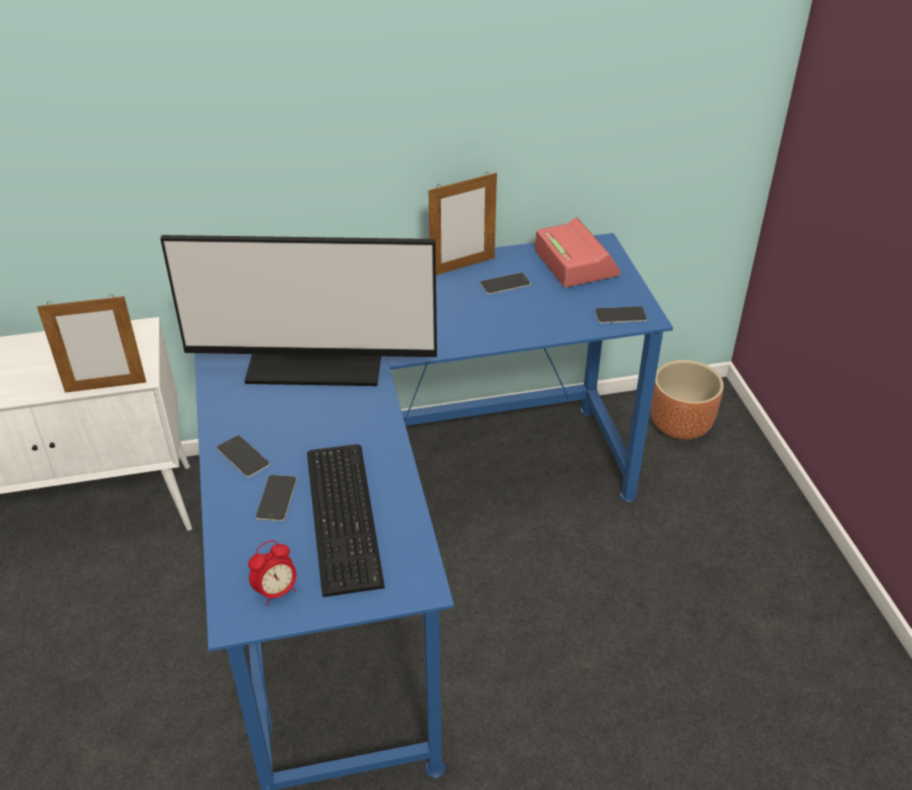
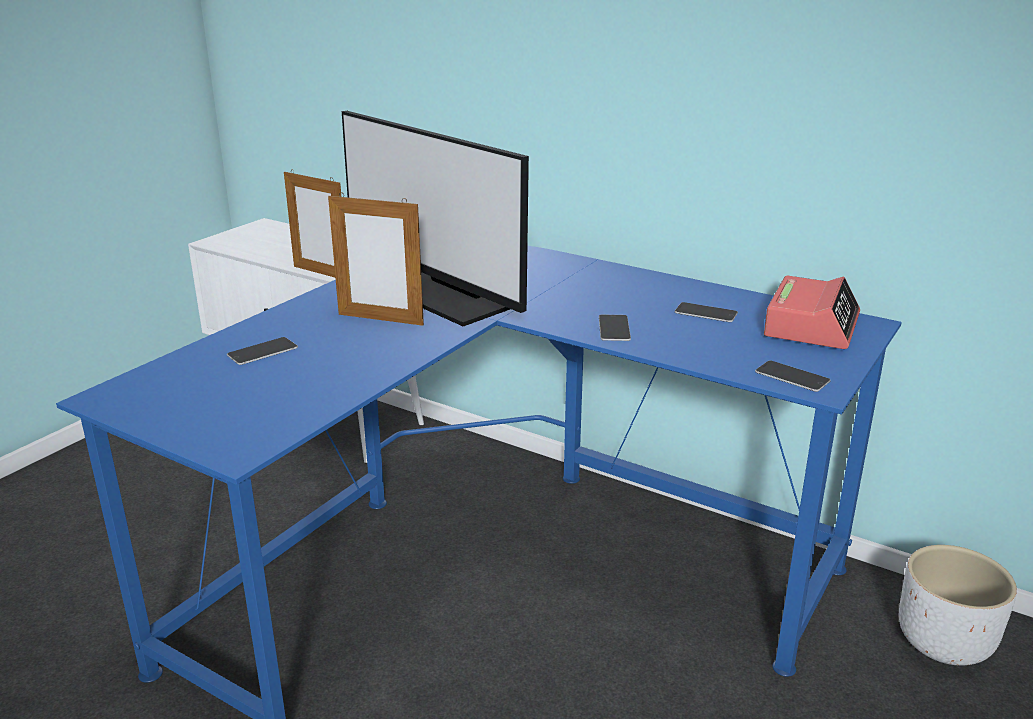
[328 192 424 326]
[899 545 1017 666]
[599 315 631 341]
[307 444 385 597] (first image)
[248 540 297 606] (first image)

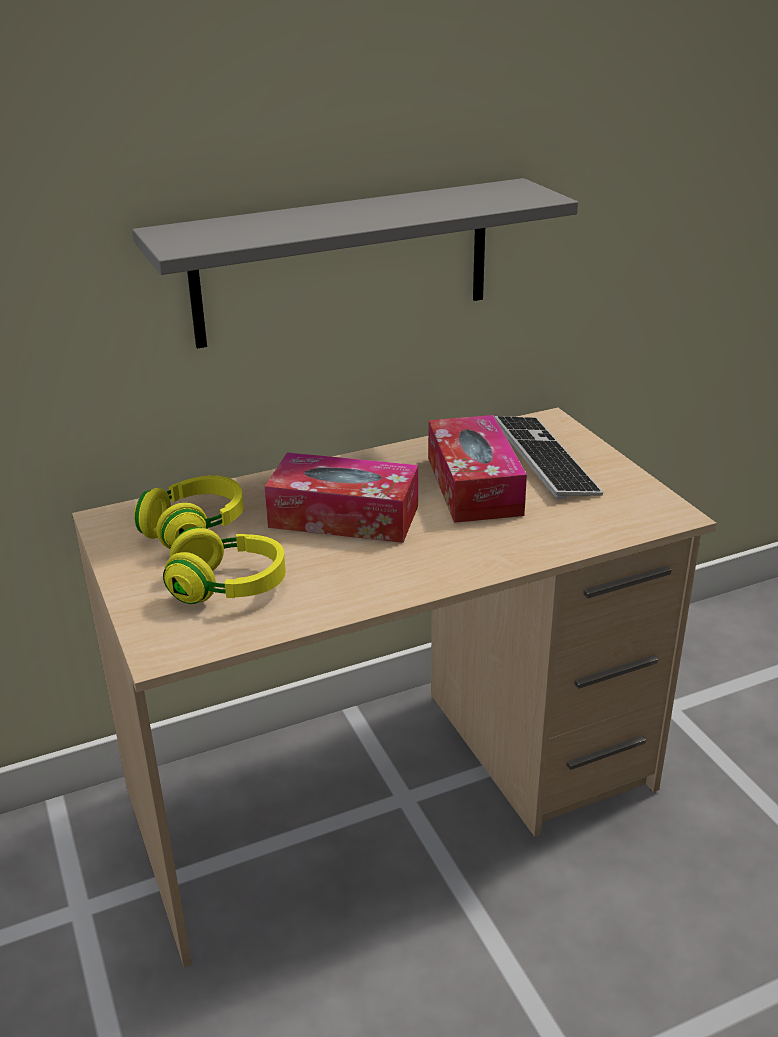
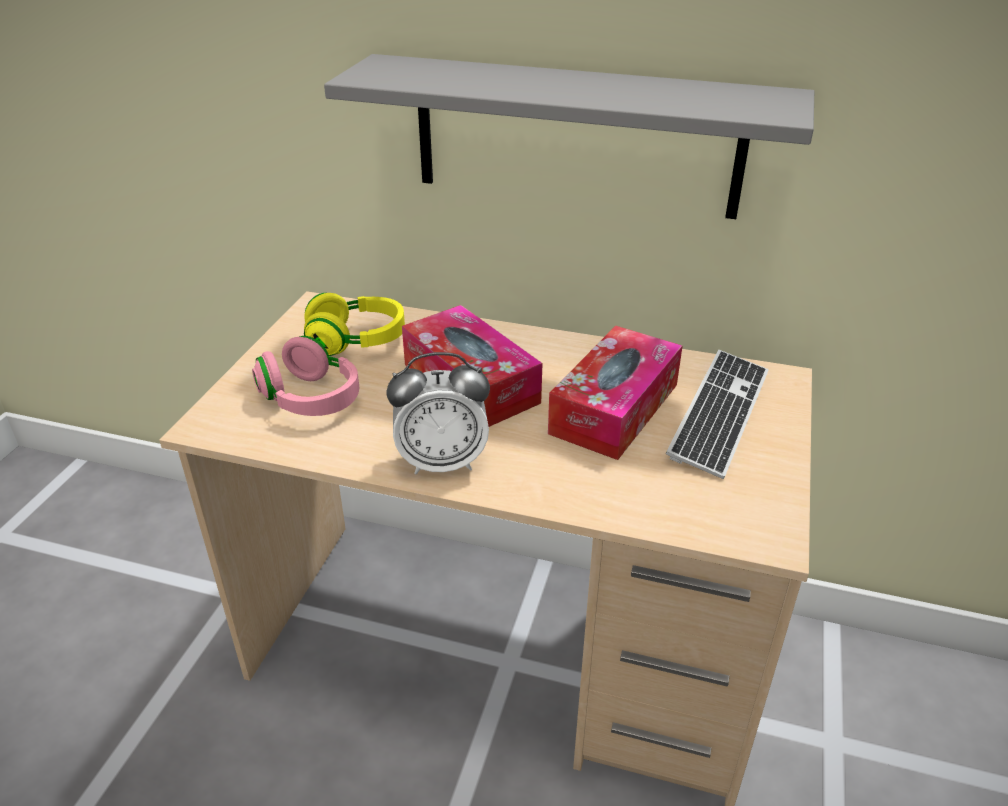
[252 336 359 416]
[386 352 490 475]

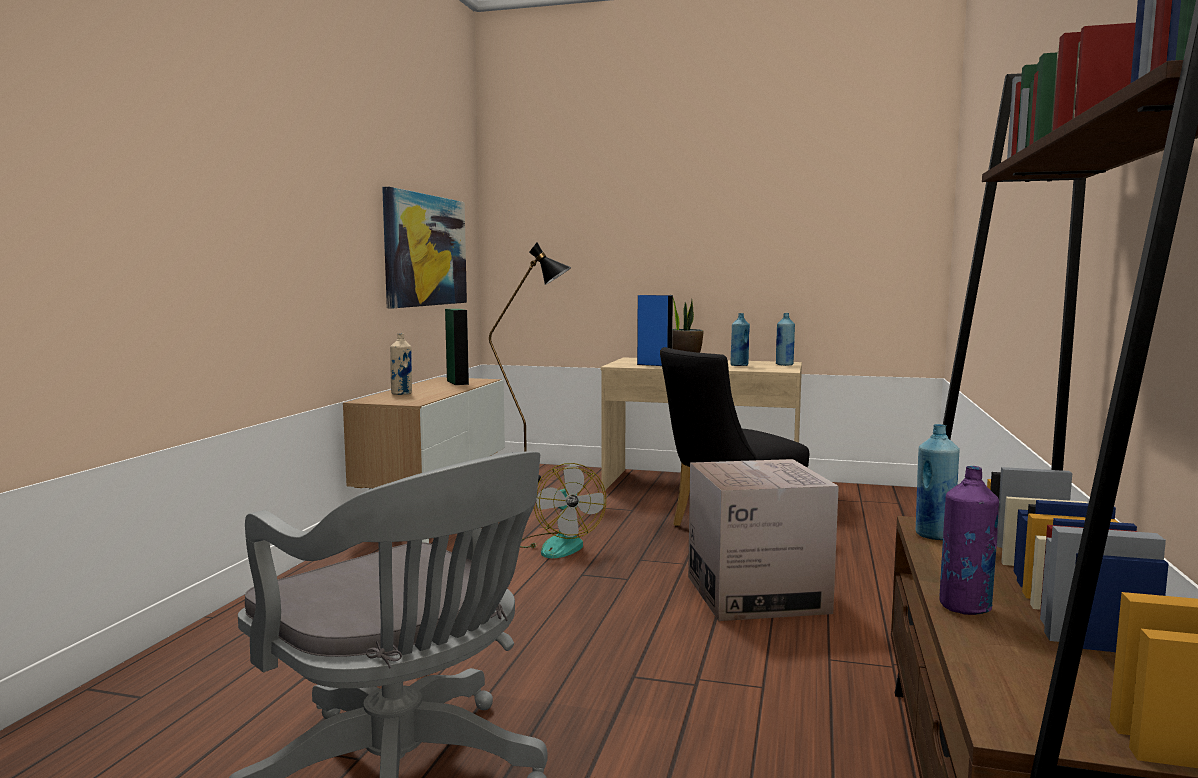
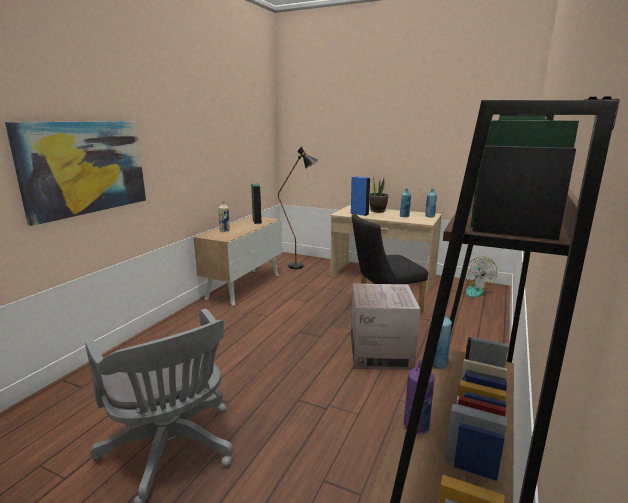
[5 121 146 226]
[451 256 497 298]

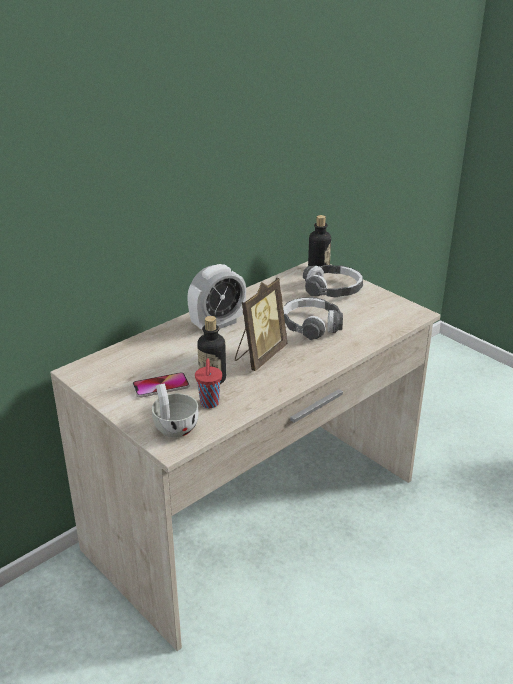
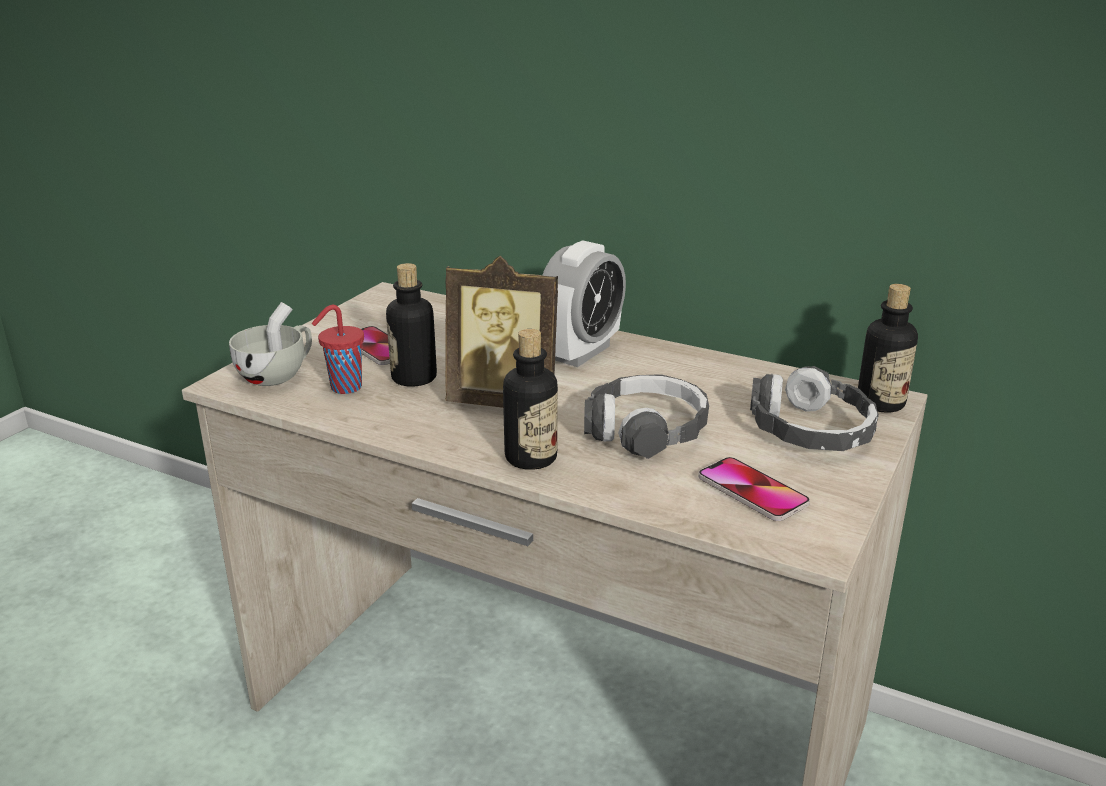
[543 240 626 367]
[503 329 558 470]
[698 457 810 521]

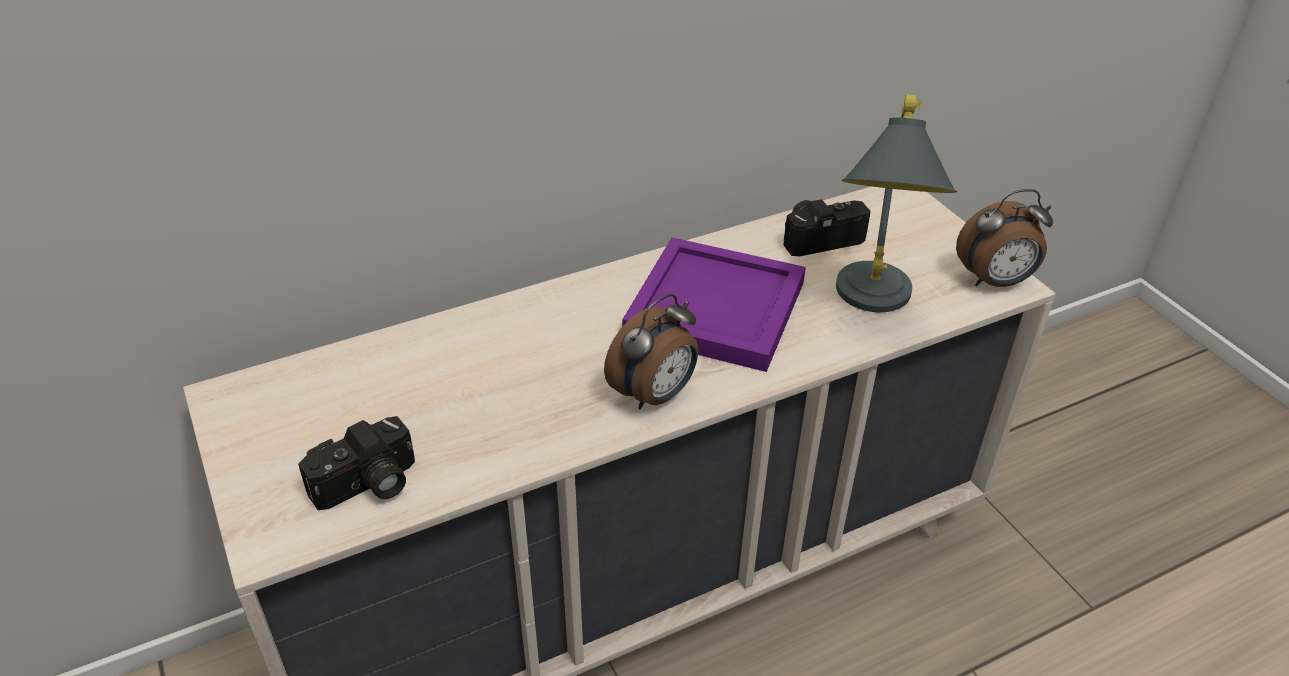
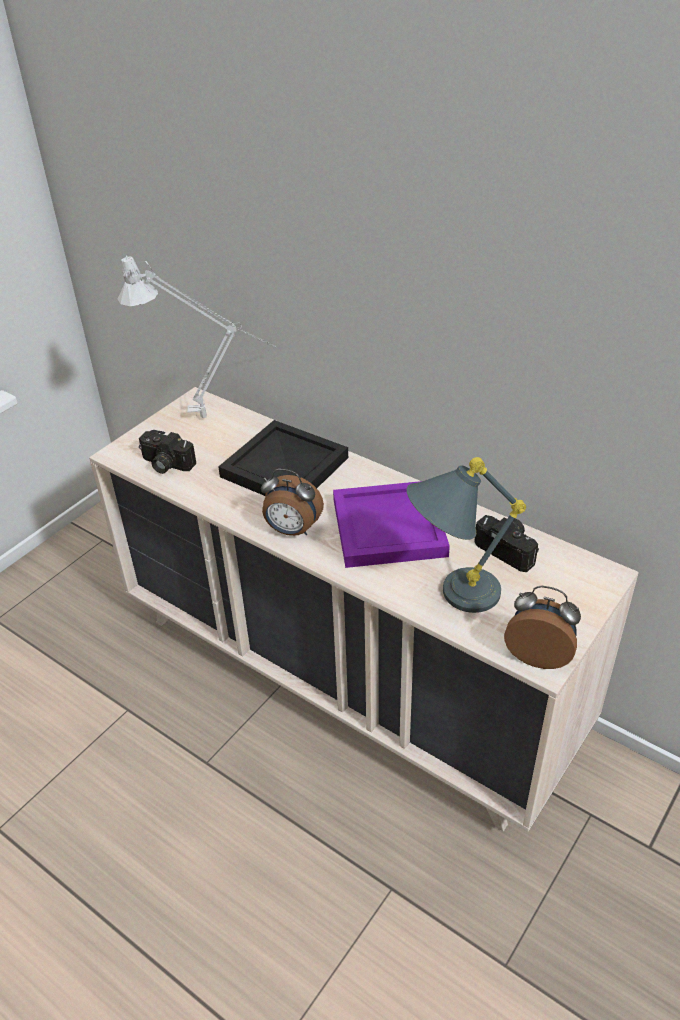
[504 586 581 669]
[118 255 277 418]
[218 420 348 496]

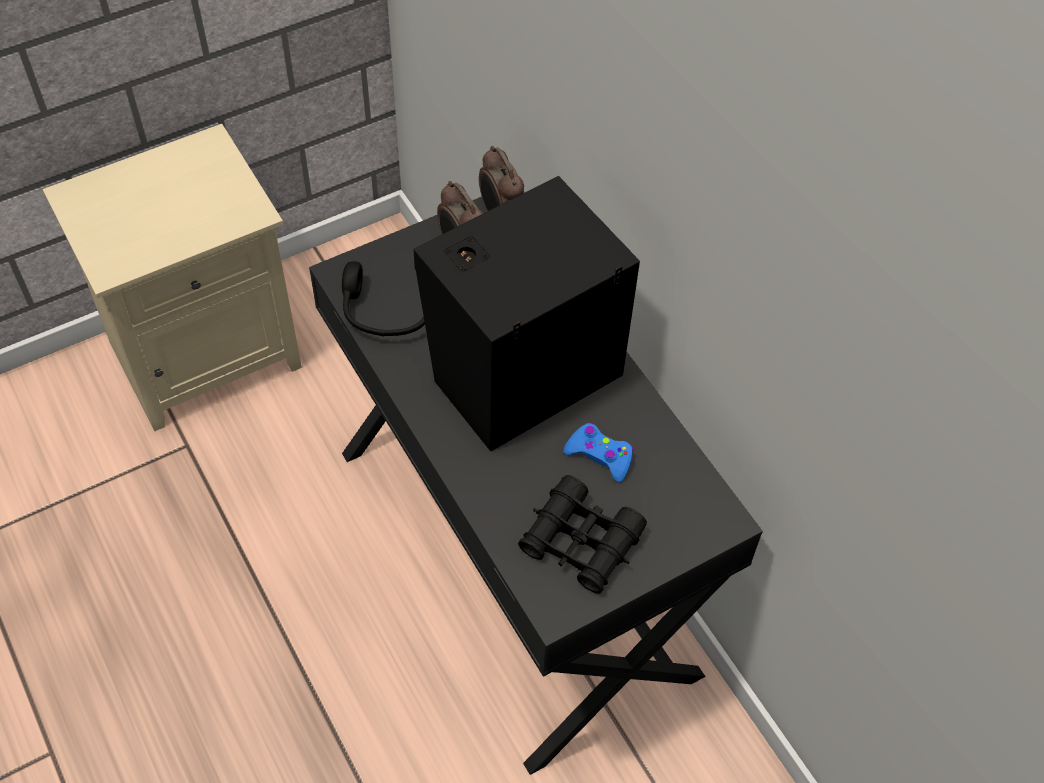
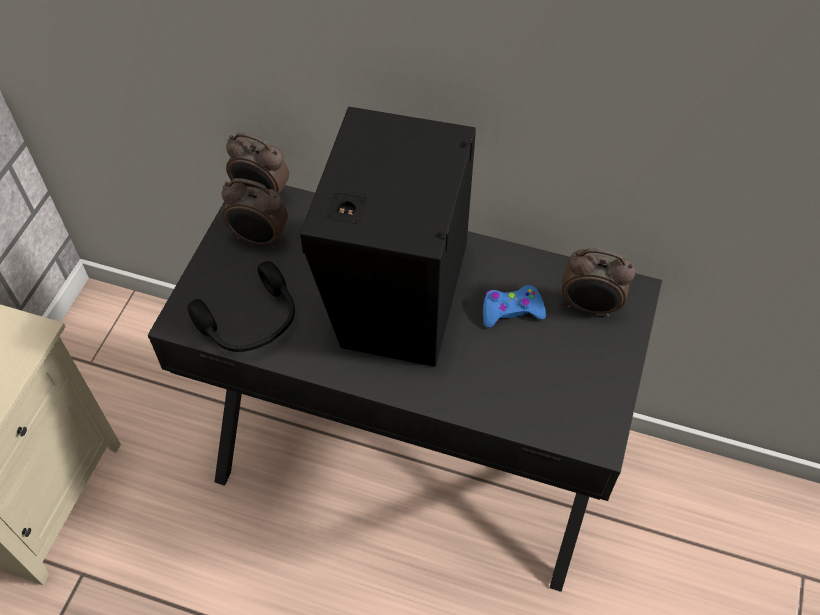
[518 475 647 594] (first image)
[562 248 635 317]

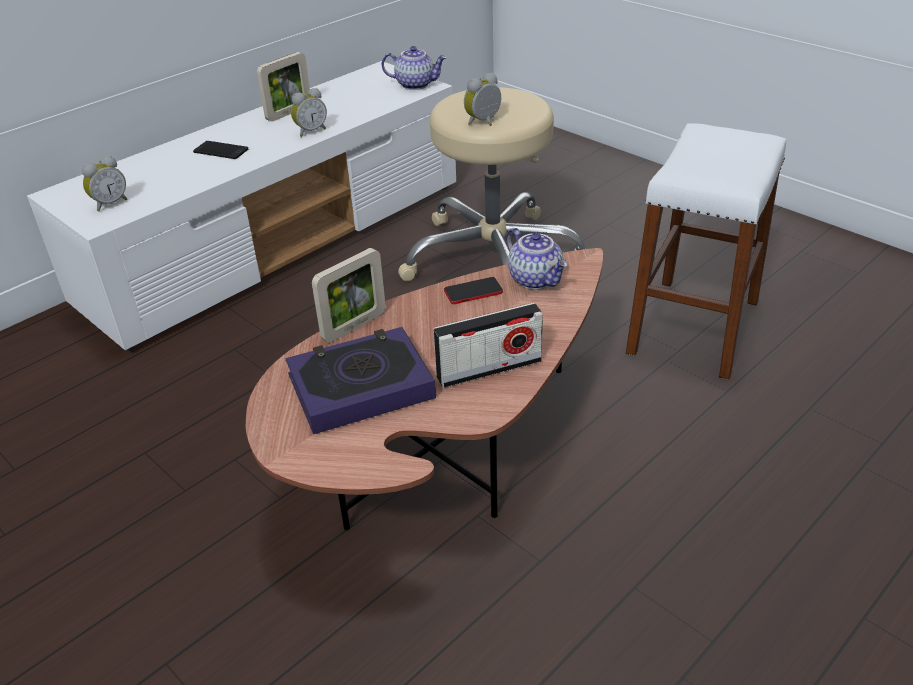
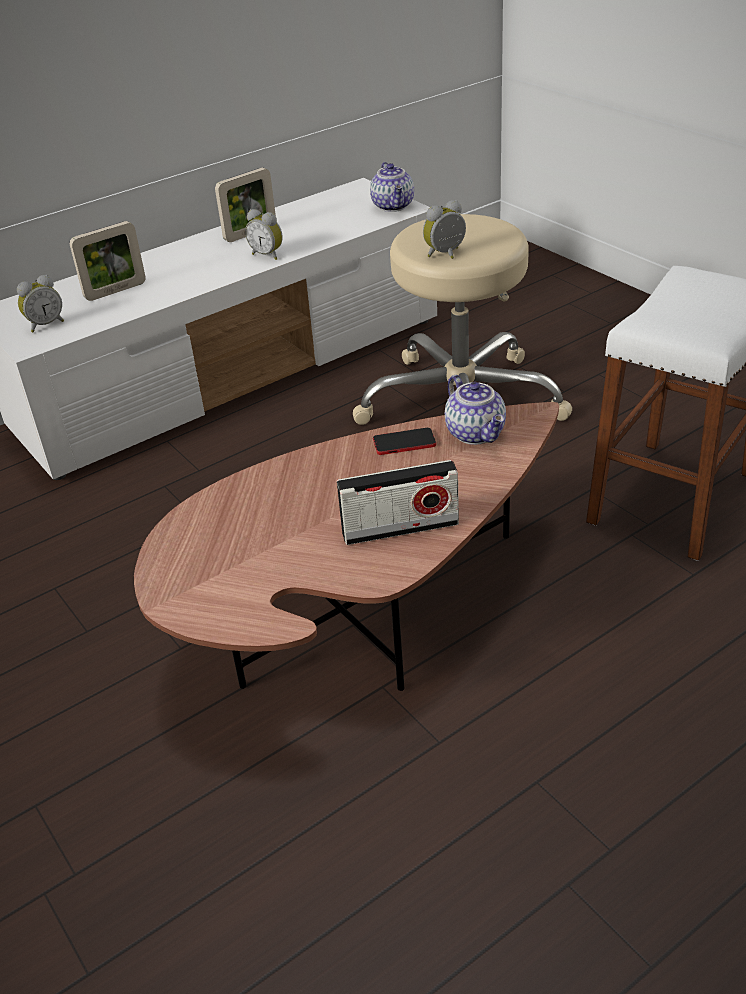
[370 162 414 212]
[245 209 283 260]
[193 141 248 159] (first image)
[70 221 146 301]
[285 327 436 434] (first image)

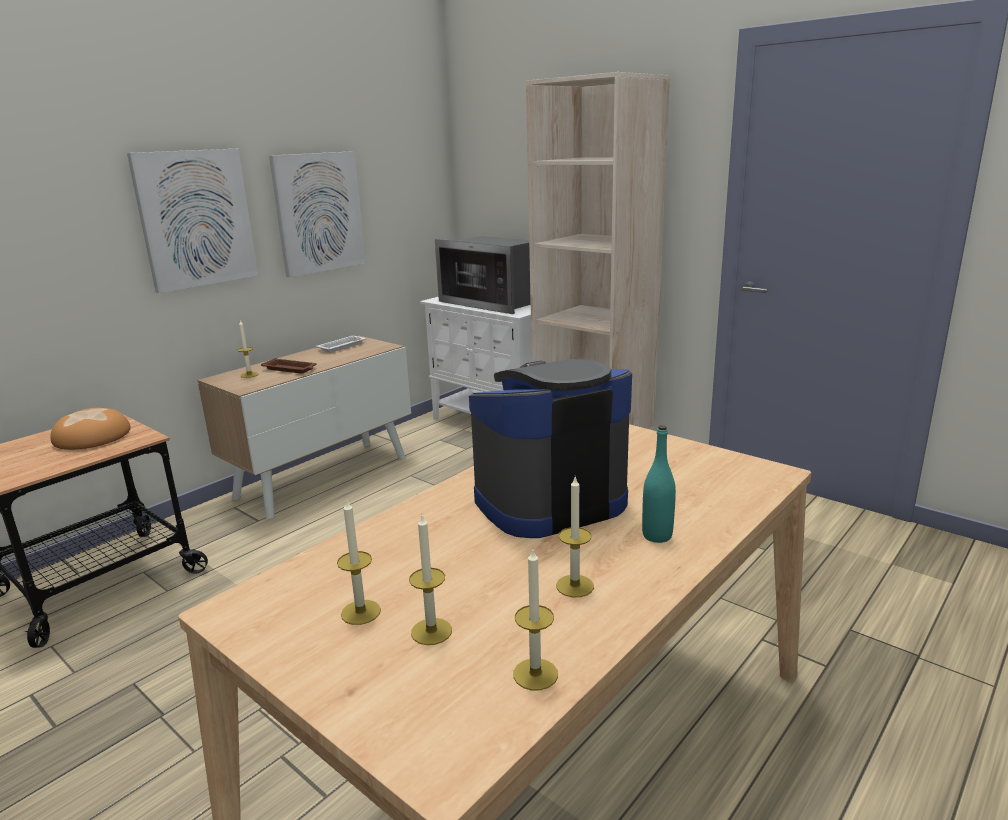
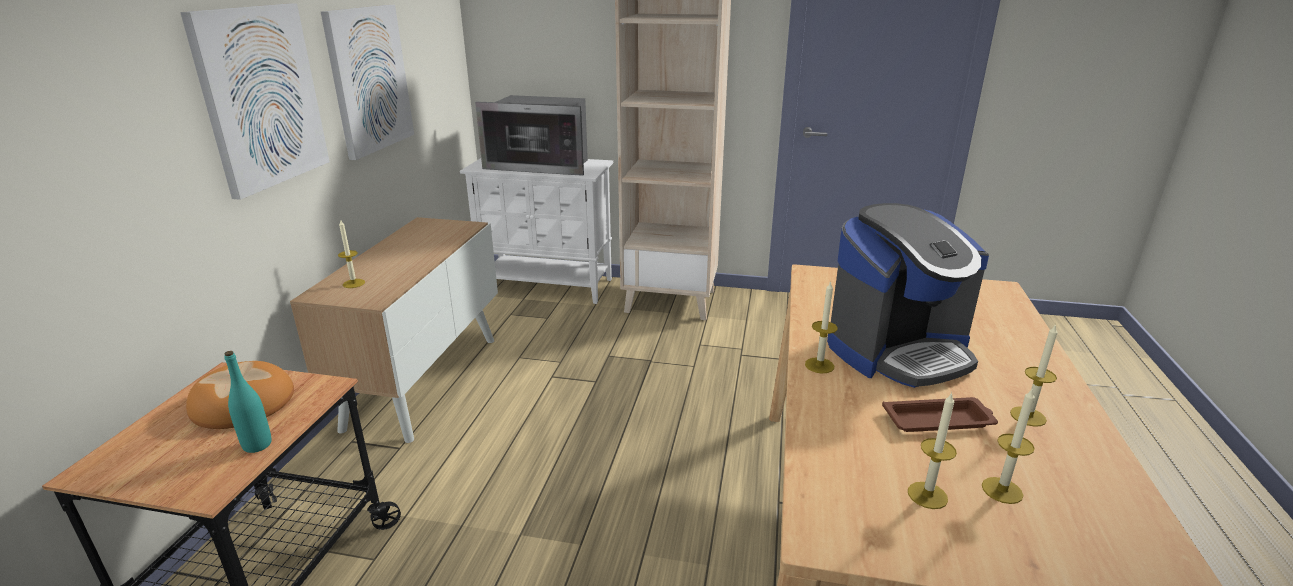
[316 336 366 352] (first image)
[882 397 998 432]
[827 203 989 388]
[224 351 272 453]
[805 281 838 373]

